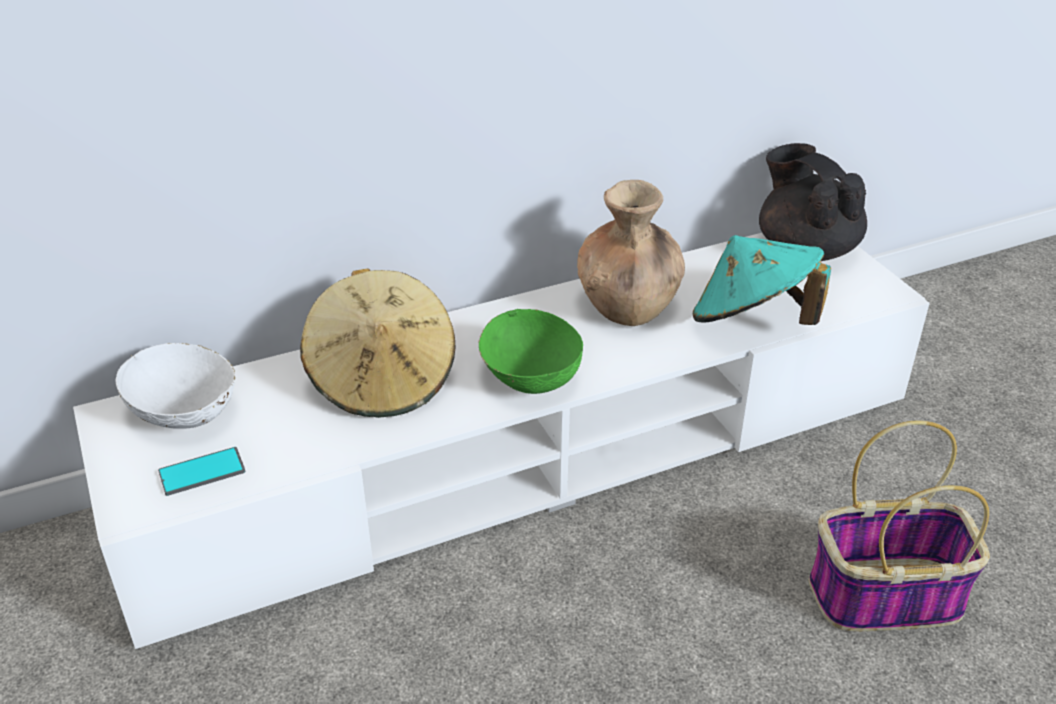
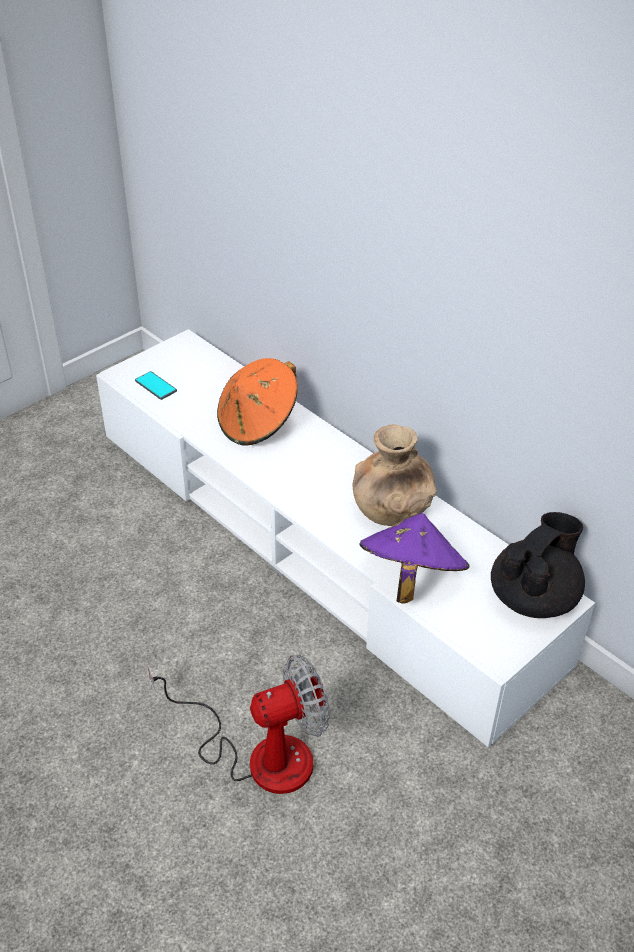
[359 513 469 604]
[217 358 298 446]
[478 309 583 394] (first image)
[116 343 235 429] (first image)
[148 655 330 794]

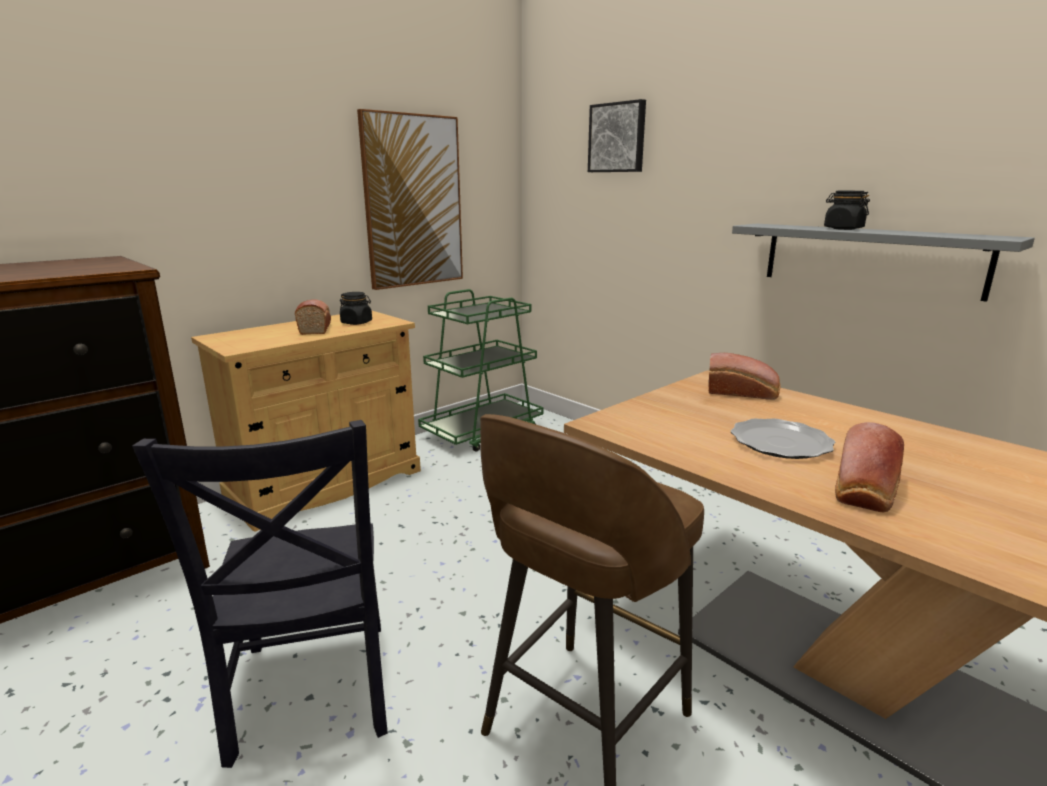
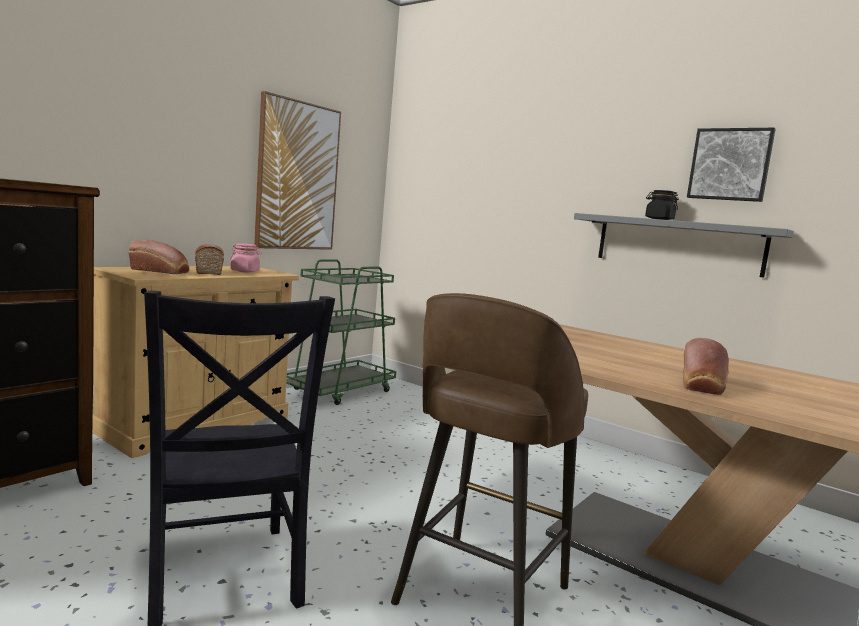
[687 128 776 202]
[230 243 262 272]
[129 240 189 274]
[731 418 835 459] (first image)

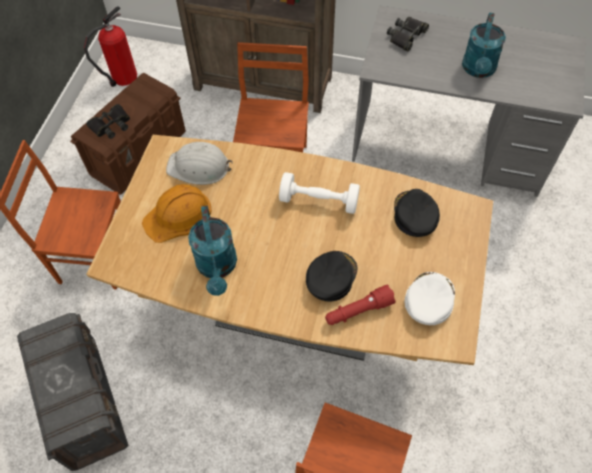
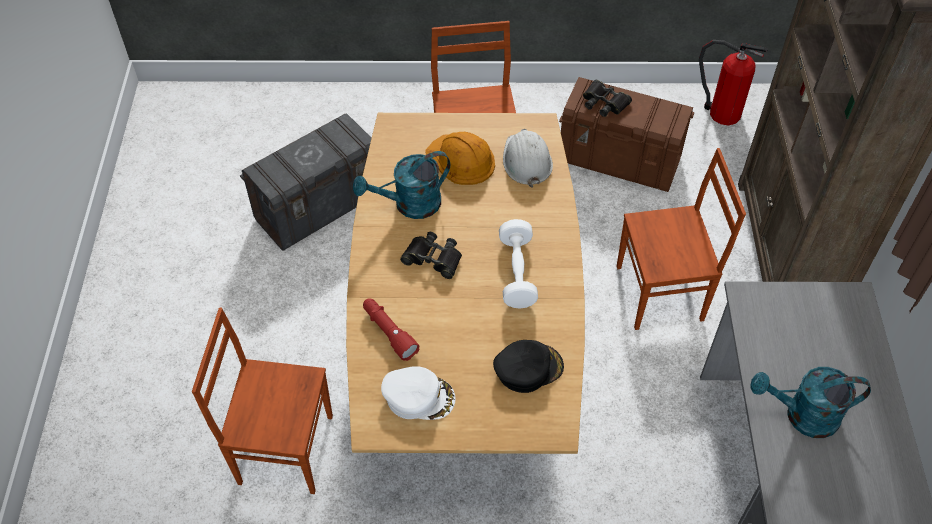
[400 232 462 279]
[306 251 357 302] (first image)

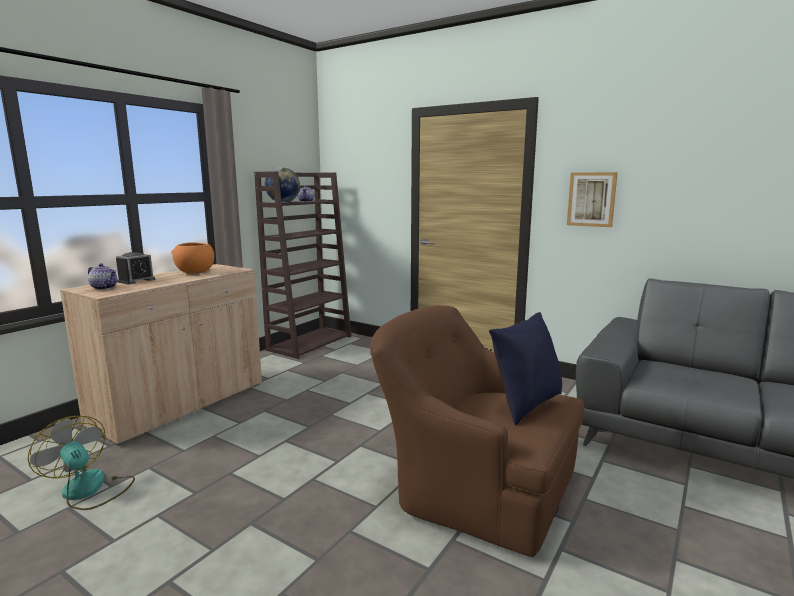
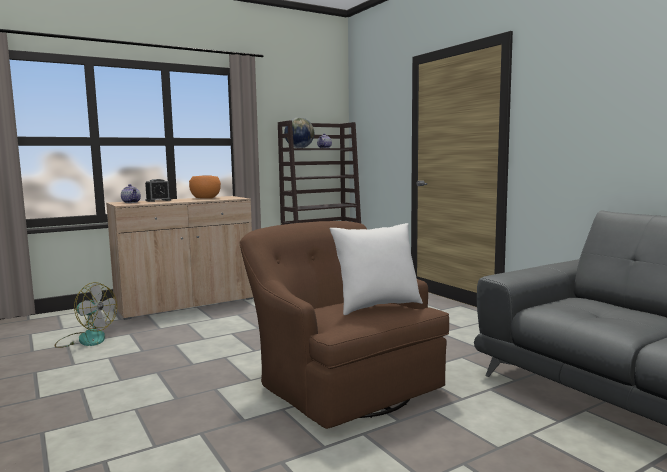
[567 172 618 227] (first image)
[329 223 423 315]
[55 282 117 348]

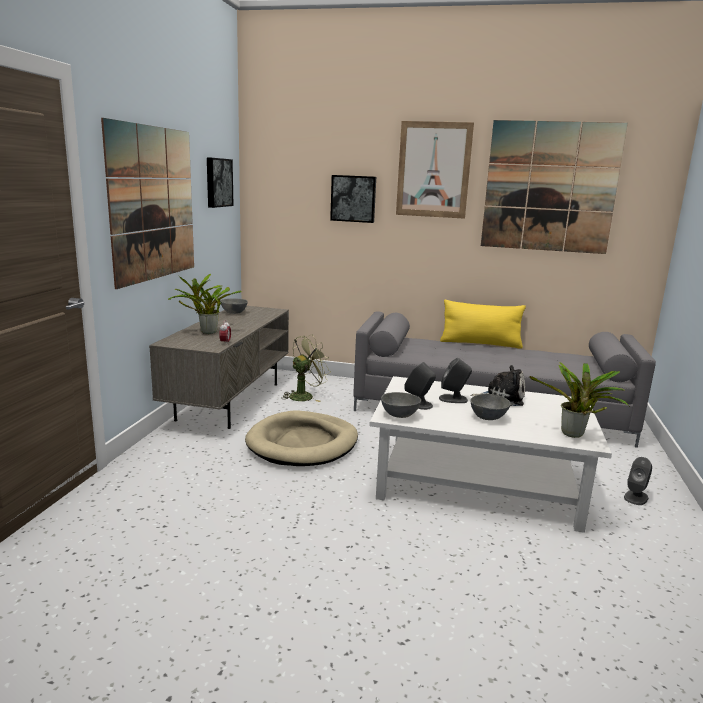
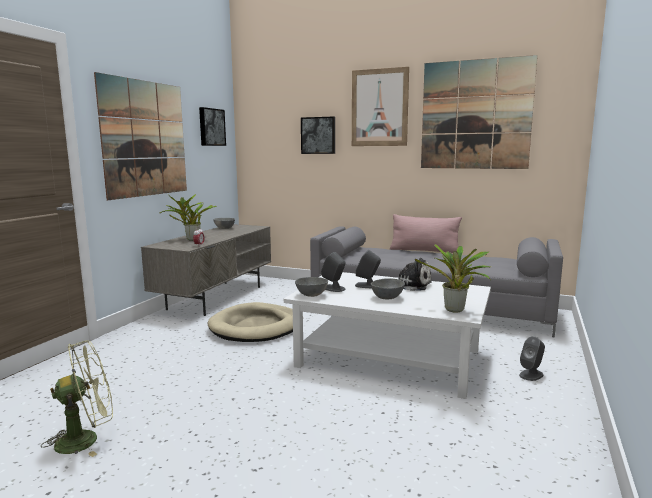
[390 214 462 253]
[41 340 113 457]

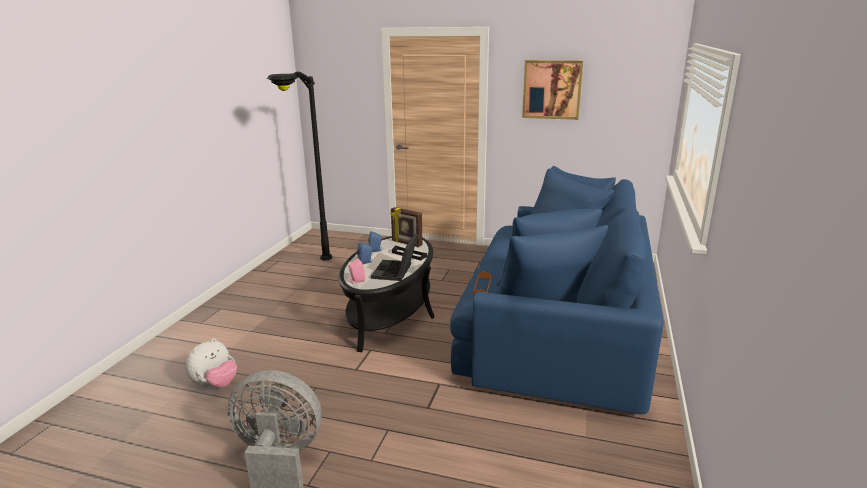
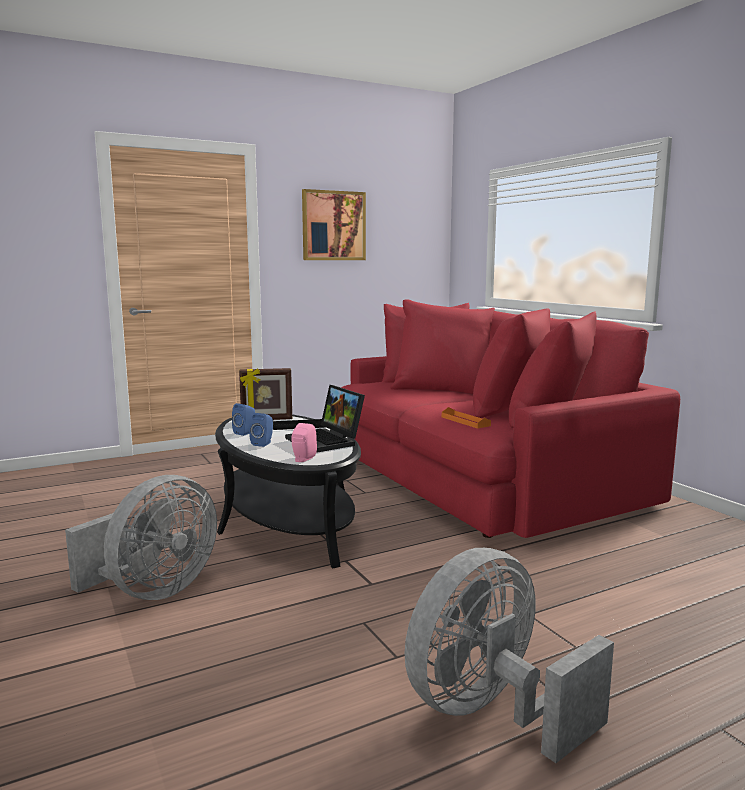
[266 72 333 260] (first image)
[341 299 680 538]
[185 338 237 388] (first image)
[65 475 217 600]

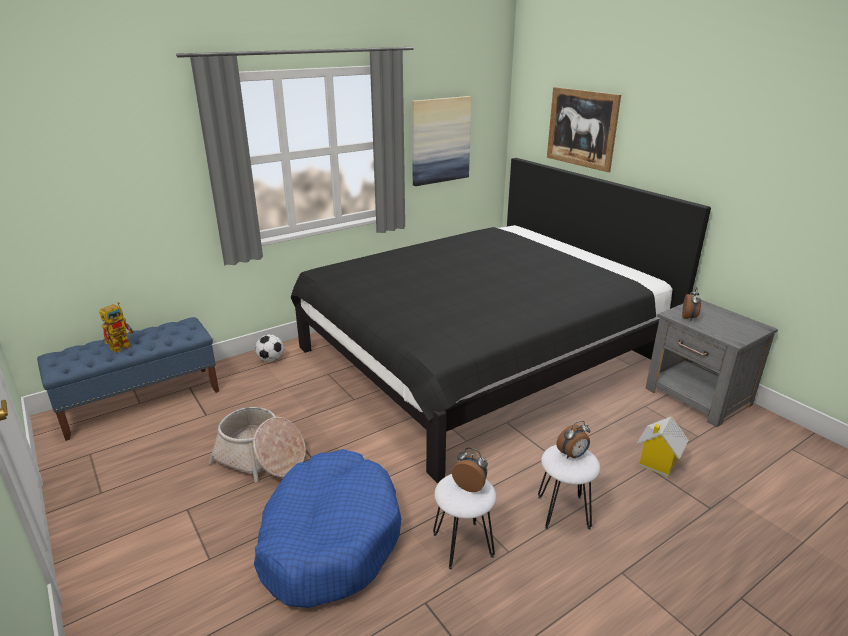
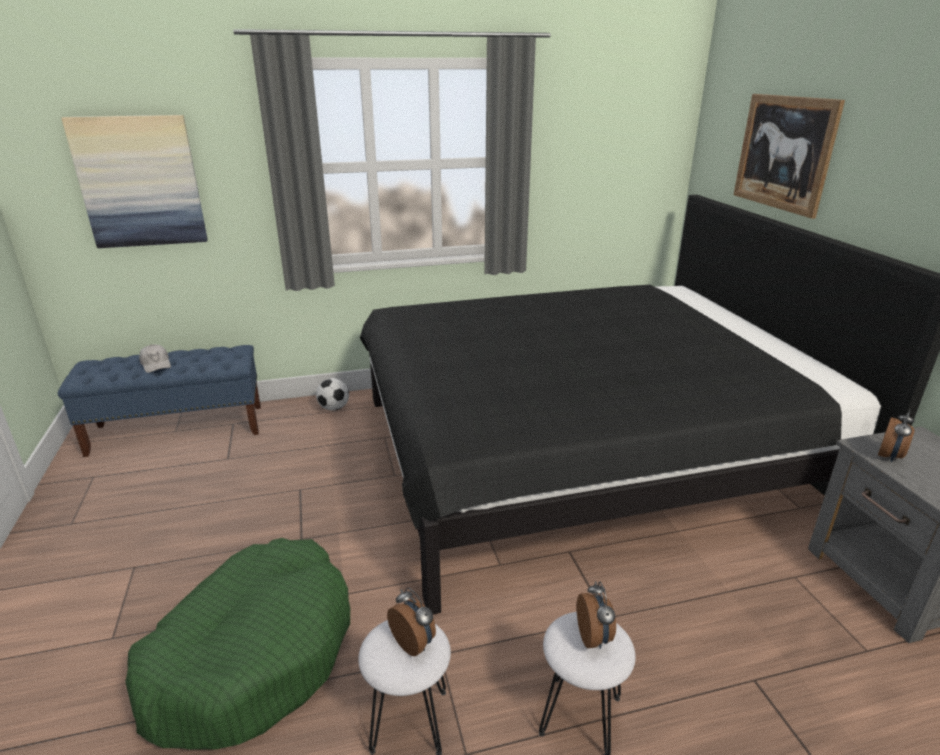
[61 115 208 248]
[139 344 171 373]
[208 407 306 482] (first image)
[637 416 689 477] (first image)
[577 581 616 649]
[125 538 350 750]

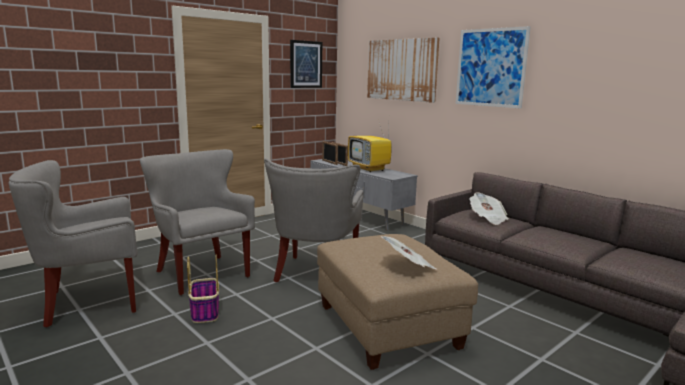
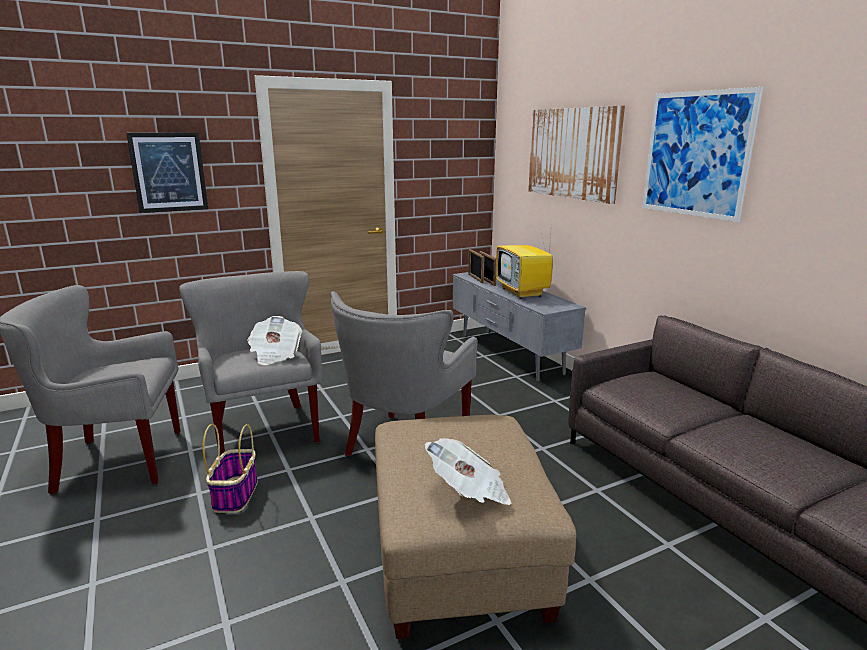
[127 132 208 213]
[247 316 302 365]

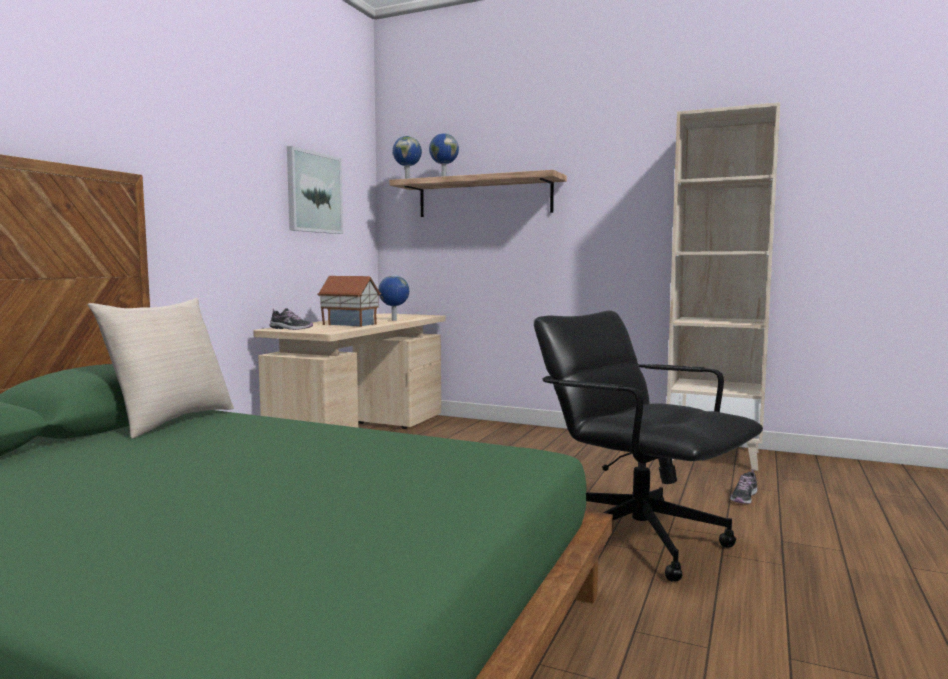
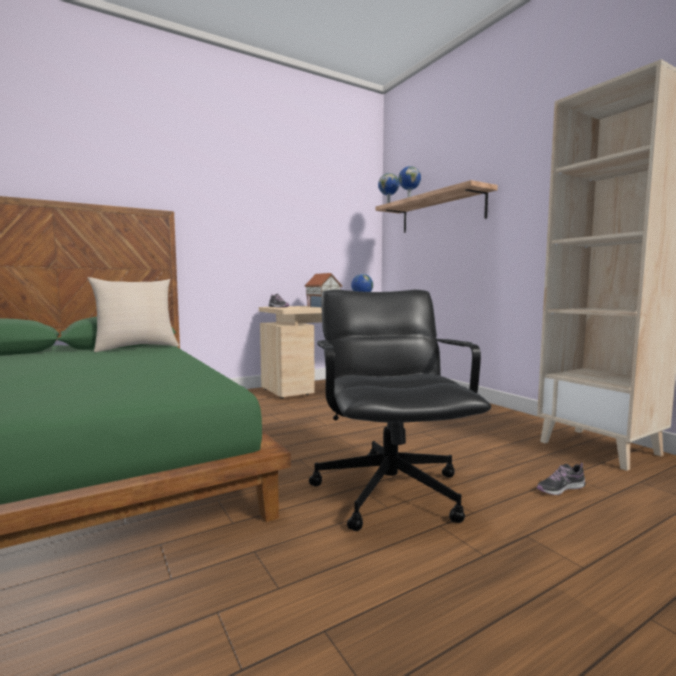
[287 146 343 234] (first image)

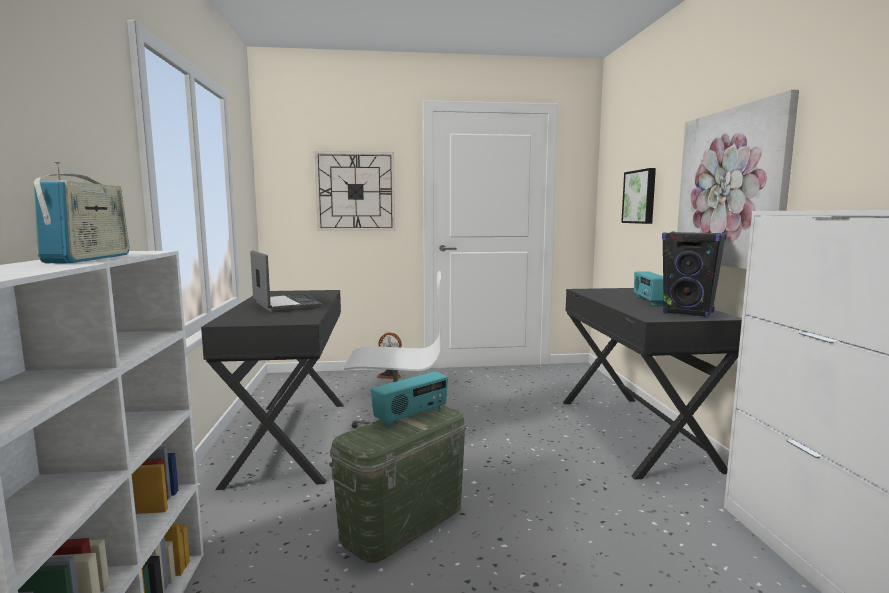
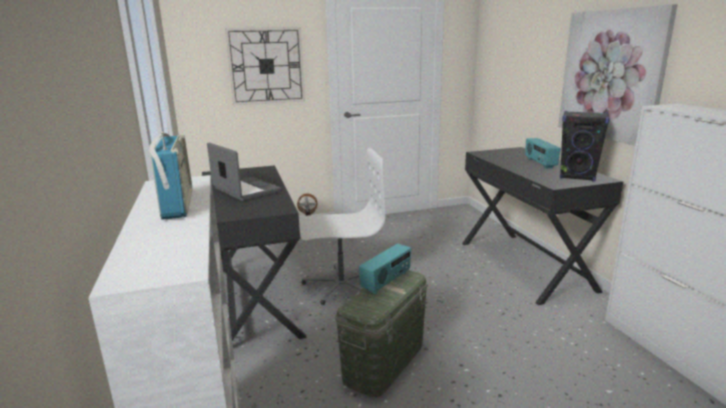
[621 168 656 224] (first image)

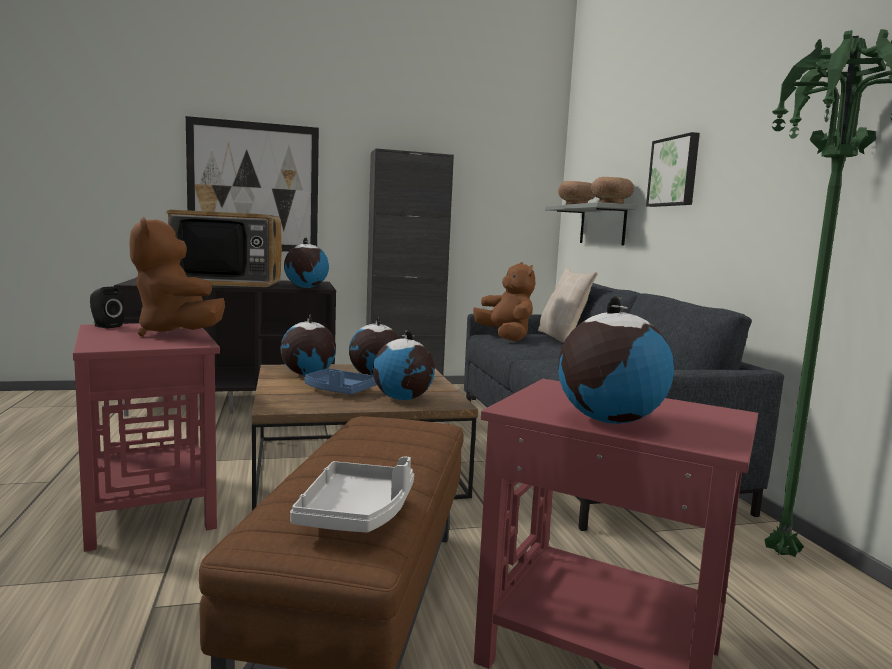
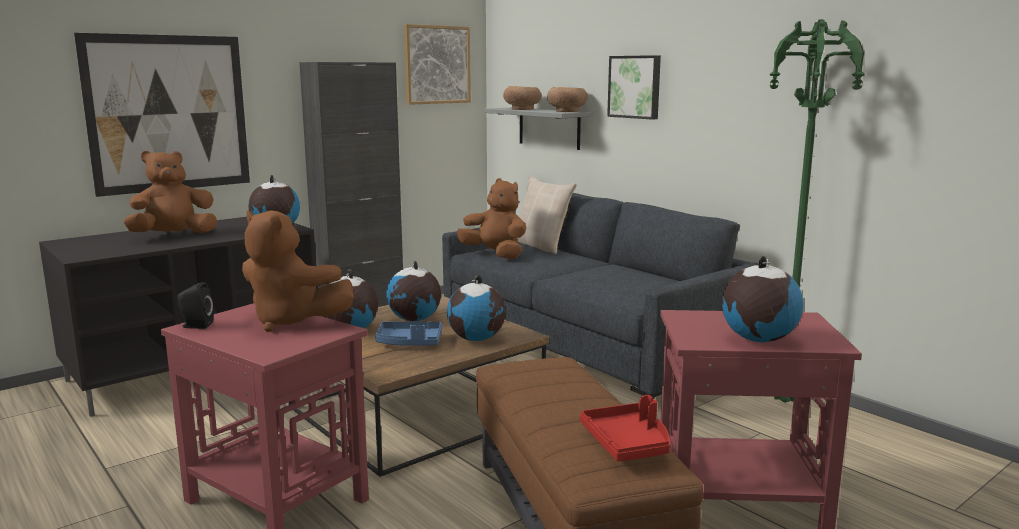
[124 151 218 233]
[580 395 670 461]
[404 24 471 105]

